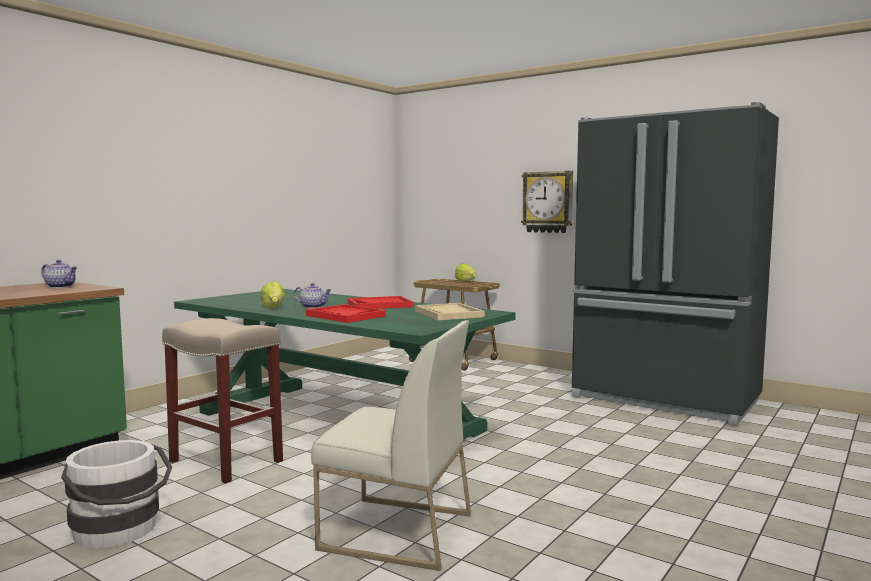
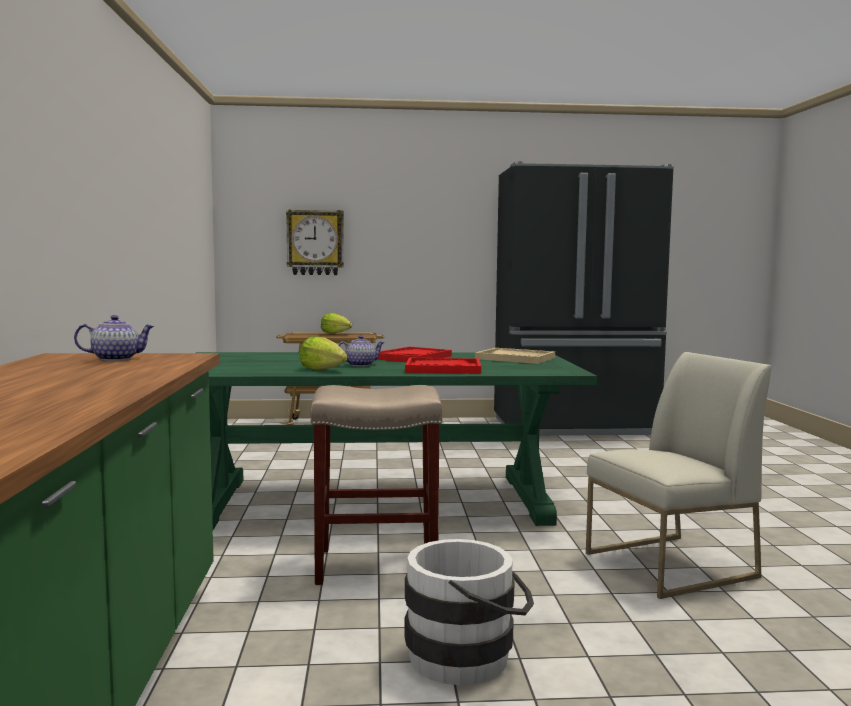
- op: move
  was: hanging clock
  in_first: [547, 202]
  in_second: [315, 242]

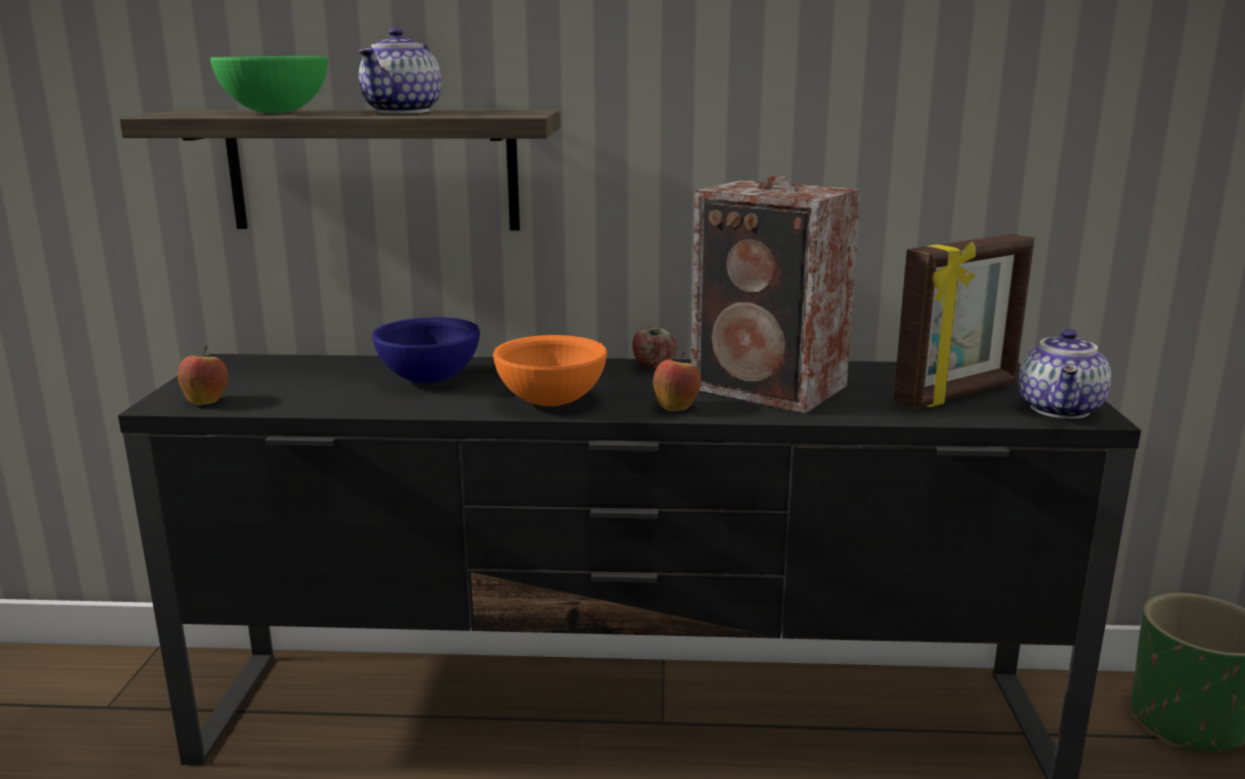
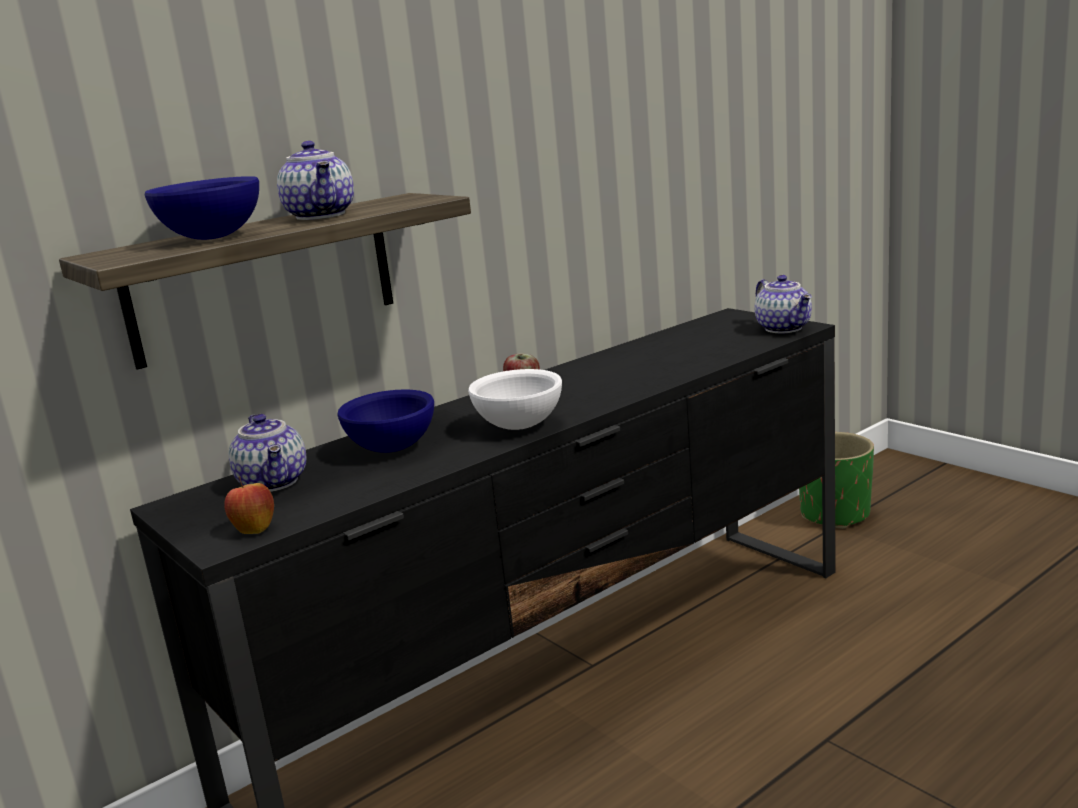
- op: recolor
  was: deep dish/green-coloured
  now: deep dish/bluish
  in_first: [269, 84]
  in_second: [202, 208]
- op: recolor
  was: deep dish/orangey
  now: deep dish/whitish
  in_first: [550, 370]
  in_second: [515, 399]
- op: delete
  was: whole apple
  in_first: [677, 381]
- op: delete
  was: audio speaker
  in_first: [776, 294]
- op: delete
  was: standing frame
  in_first: [964, 321]
- op: insert
  now: tea pot
  in_second: [268, 453]

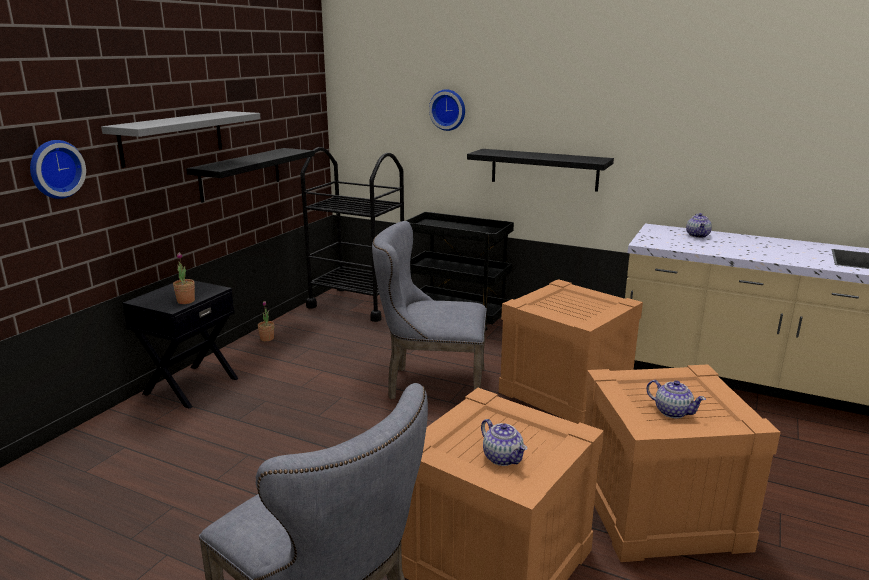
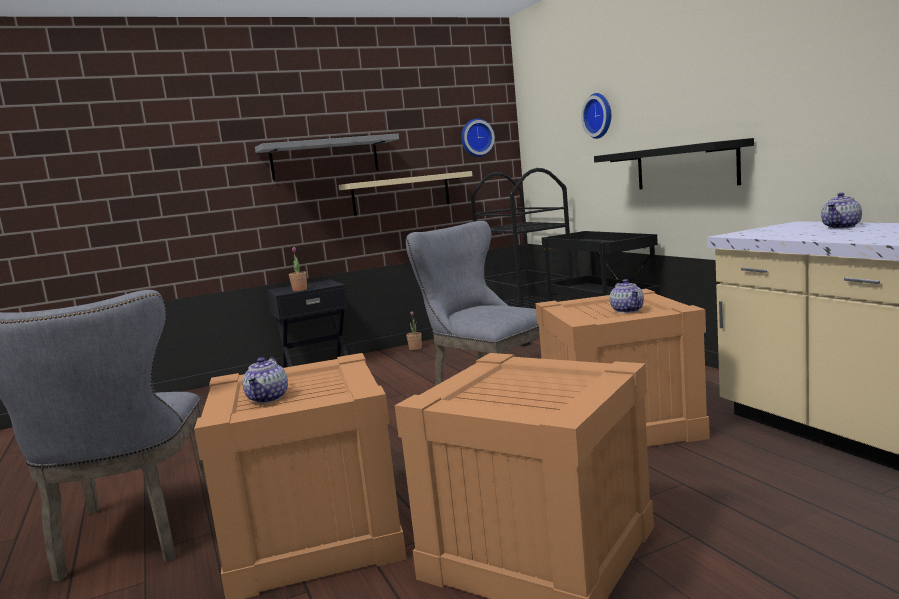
- op: move
  was: hanging clock
  in_first: [58, 169]
  in_second: [478, 138]
- op: recolor
  was: bracket shelf/black-coloured
  now: bracket shelf/beige-coloured
  in_first: [250, 175]
  in_second: [405, 193]
- op: move
  was: tea pot
  in_first: [676, 399]
  in_second: [627, 296]

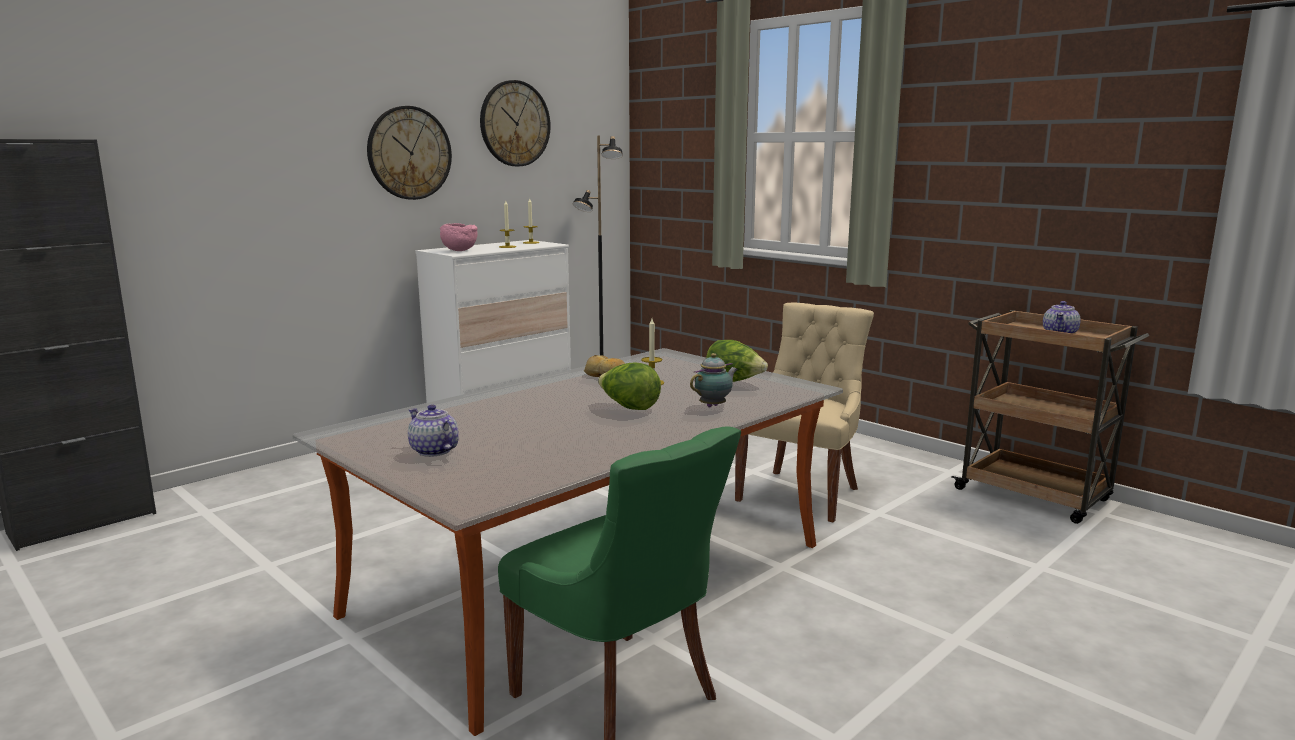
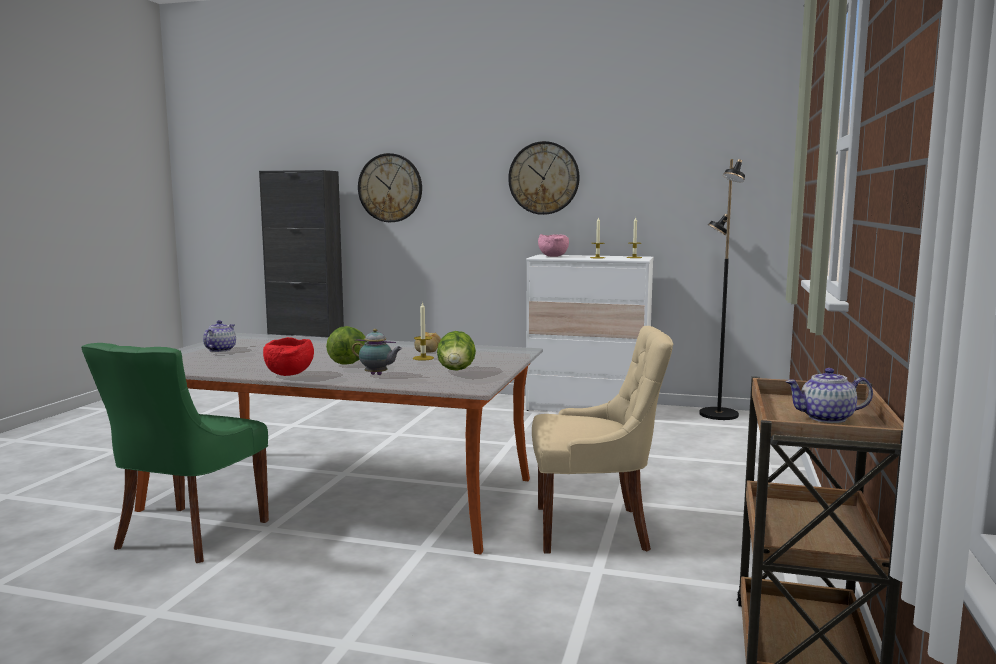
- op: move
  was: hanging clock
  in_first: [515, 123]
  in_second: [390, 187]
- op: insert
  now: deep dish/red
  in_second: [288, 356]

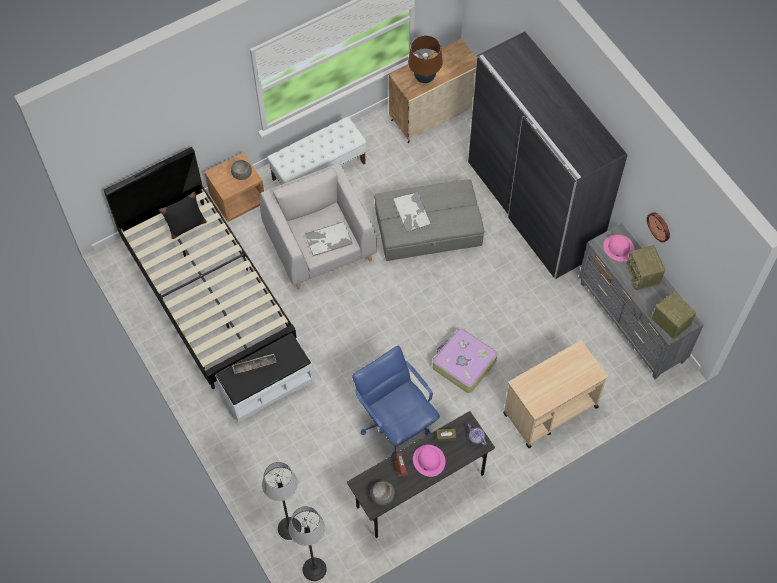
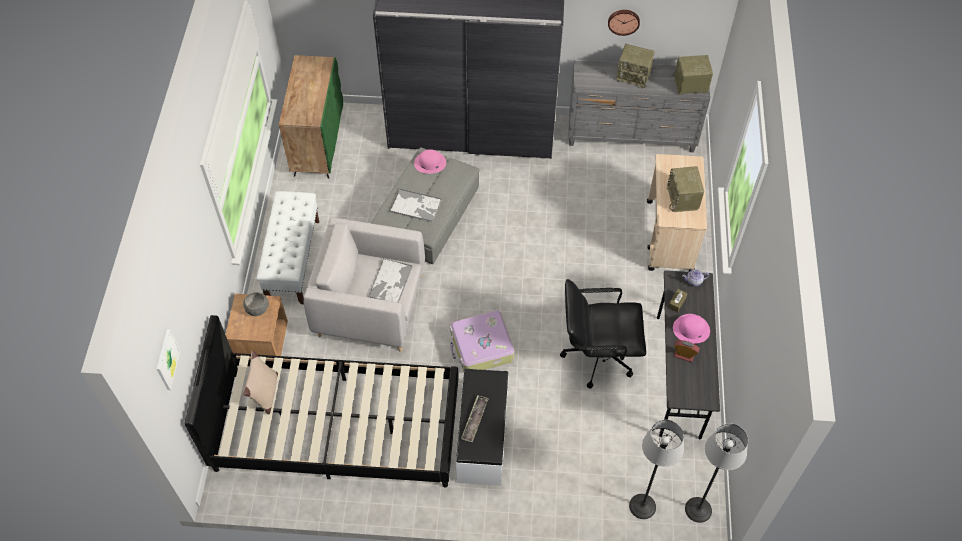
- op: recolor
  was: pillow/black-coloured
  now: pillow/beige-coloured
  in_first: [183, 215]
  in_second: [260, 382]
- op: recolor
  was: computer chair/bluish
  now: computer chair/black-coloured
  in_first: [396, 400]
  in_second: [603, 334]
- op: delete
  was: deep dish/grey
  in_first: [383, 493]
- op: recolor
  was: storage cabinet/beige-coloured
  now: storage cabinet/green-coloured
  in_first: [433, 91]
  in_second: [311, 117]
- op: delete
  was: table lamp/brown
  in_first: [425, 59]
- op: move
  was: suitcase
  in_first: [465, 361]
  in_second: [482, 341]
- op: move
  was: clothing hat/pinkish
  in_first: [618, 248]
  in_second: [430, 161]
- op: insert
  now: picture
  in_second: [168, 359]
- op: insert
  now: radio receiver
  in_second: [685, 189]

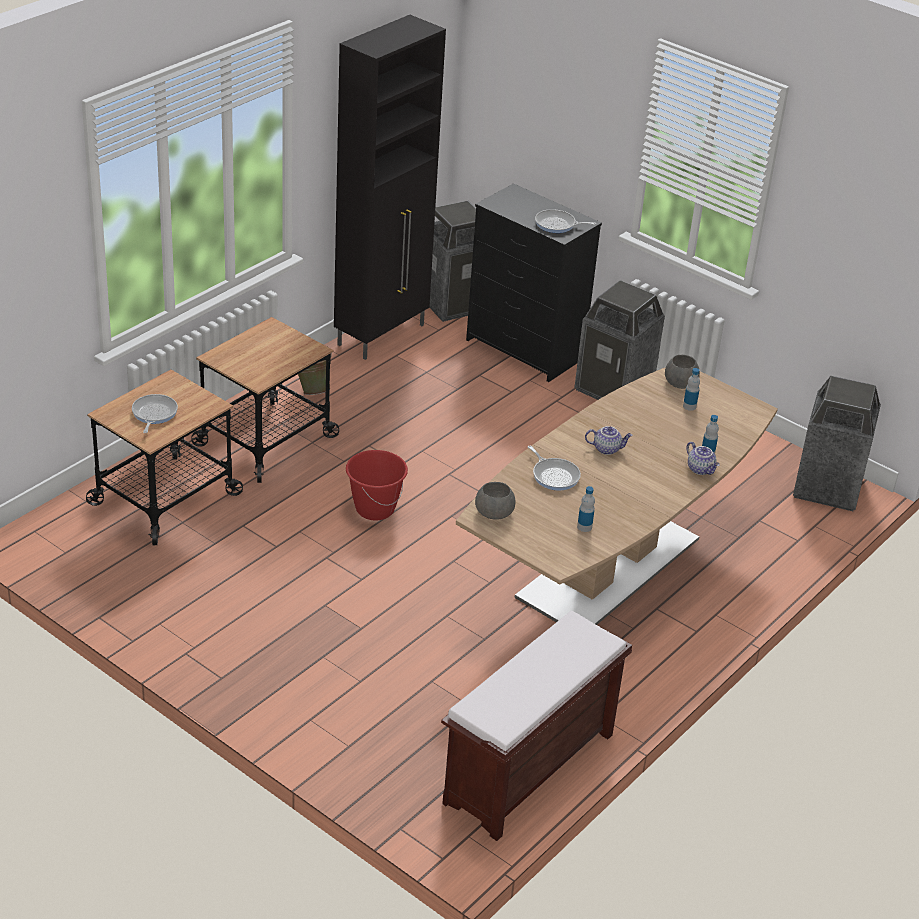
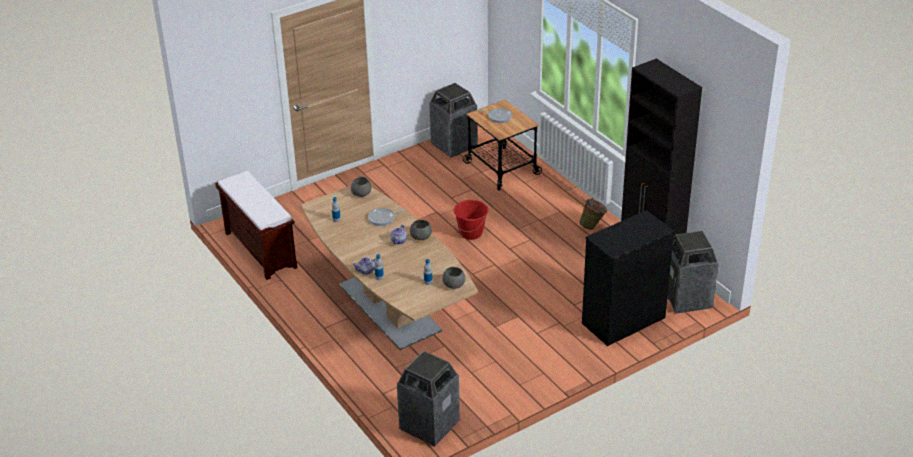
- op: delete
  was: trolley
  in_first: [265, 400]
- op: delete
  was: pan
  in_first: [565, 221]
- op: move
  was: rubbish bin
  in_first: [619, 340]
  in_second: [453, 120]
- op: insert
  now: deep dish/grey
  in_second: [421, 230]

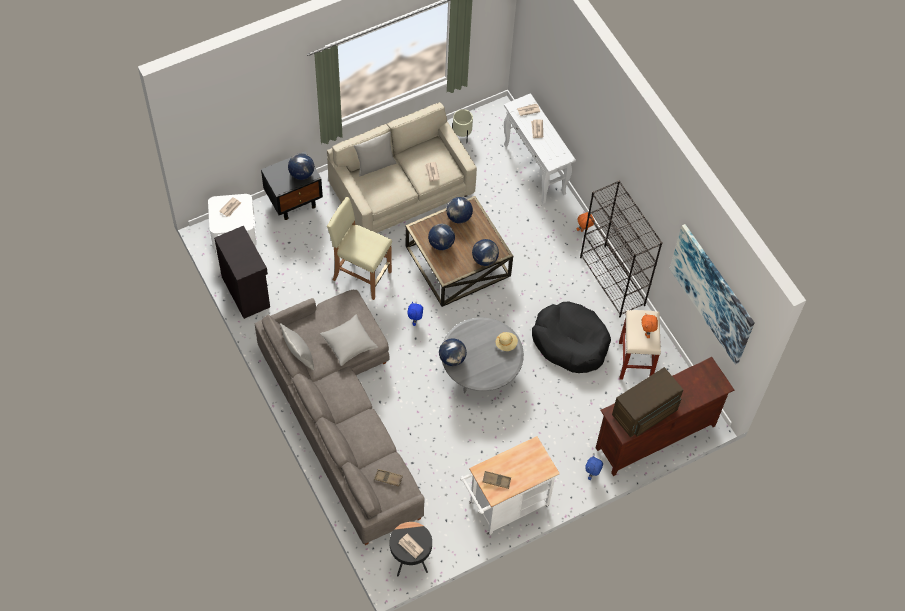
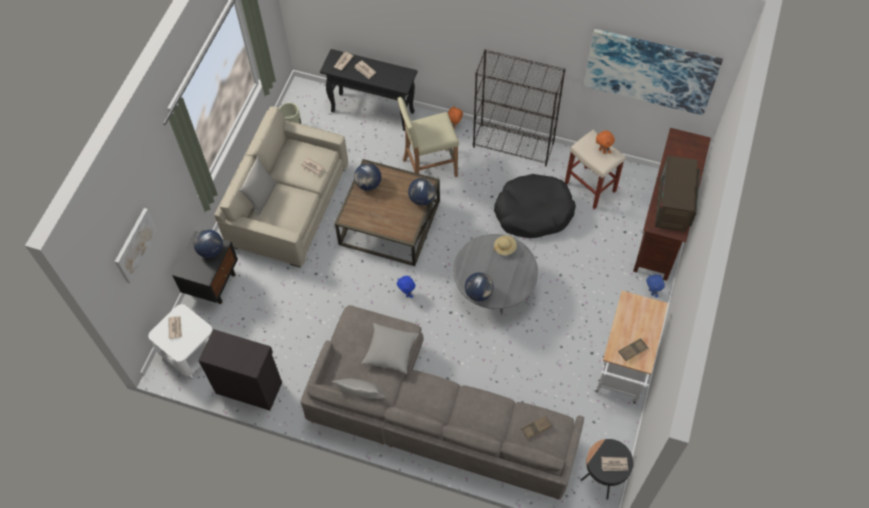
- op: move
  was: stool seat/beige-coloured
  in_first: [359, 248]
  in_second: [428, 137]
- op: delete
  was: desk globe
  in_first: [441, 237]
- op: recolor
  was: console table/whitish
  now: console table/black-coloured
  in_first: [540, 148]
  in_second: [368, 90]
- op: insert
  now: picture
  in_second: [136, 245]

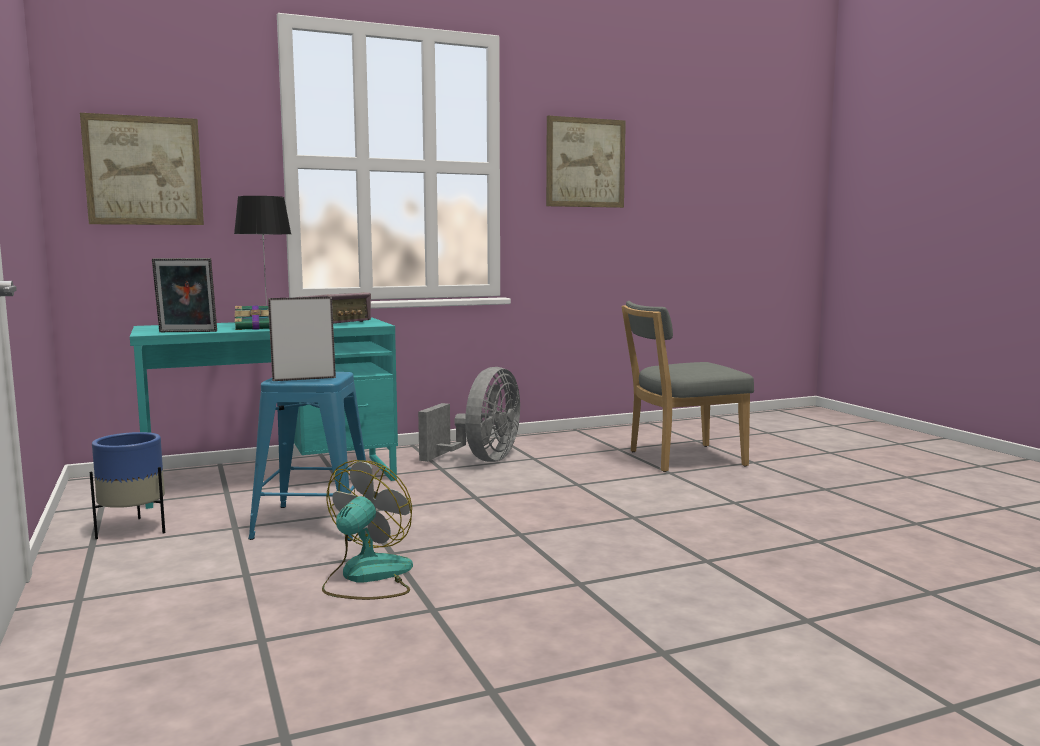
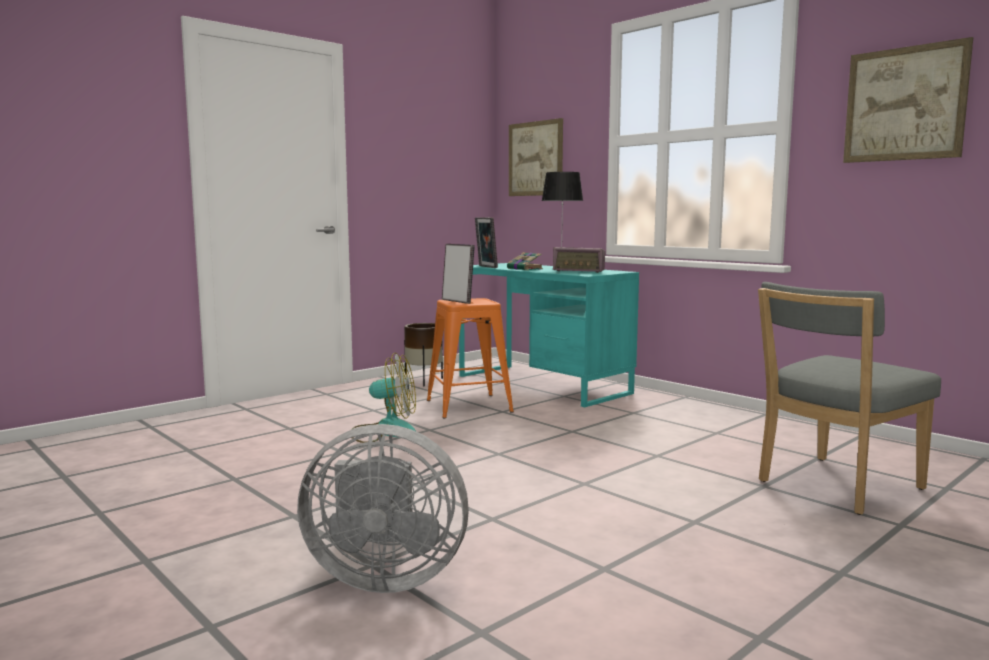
- op: recolor
  was: flower pot/bluish
  now: flower pot/brown
  in_first: [127, 485]
  in_second: [423, 355]
- op: recolor
  was: stool seat/bluish
  now: stool seat/orangey
  in_first: [307, 456]
  in_second: [470, 358]
- op: move
  was: fan/grey
  in_first: [469, 414]
  in_second: [383, 508]
- op: rotate
  was: chair/grey
  in_first: [687, 386]
  in_second: [849, 398]
  clockwise: -90

